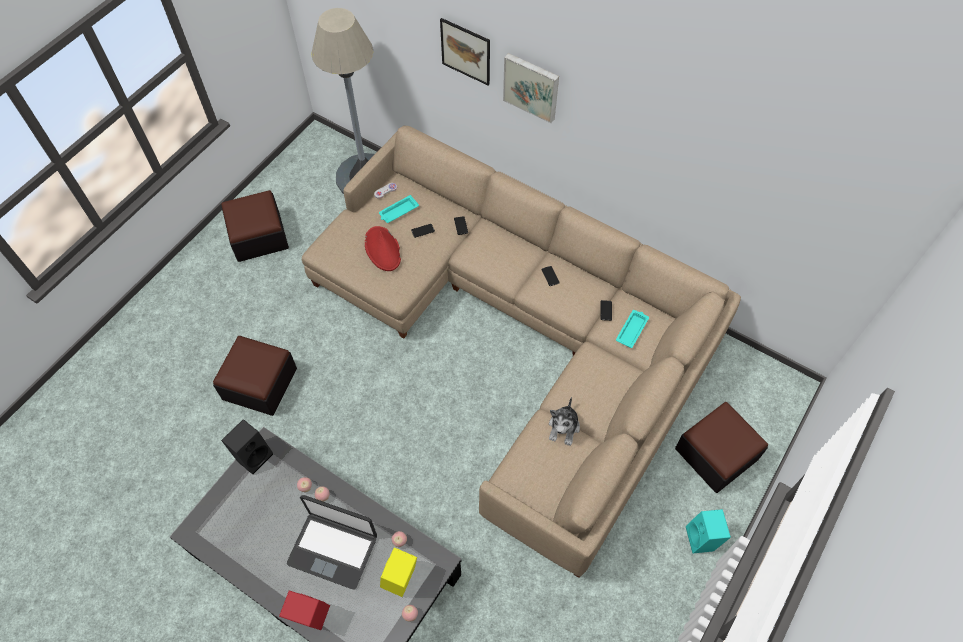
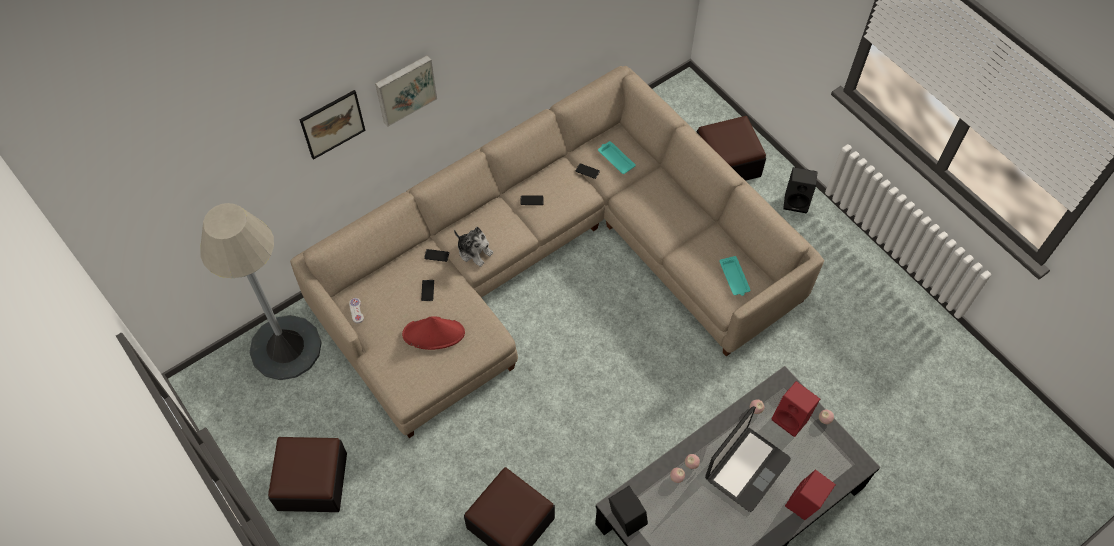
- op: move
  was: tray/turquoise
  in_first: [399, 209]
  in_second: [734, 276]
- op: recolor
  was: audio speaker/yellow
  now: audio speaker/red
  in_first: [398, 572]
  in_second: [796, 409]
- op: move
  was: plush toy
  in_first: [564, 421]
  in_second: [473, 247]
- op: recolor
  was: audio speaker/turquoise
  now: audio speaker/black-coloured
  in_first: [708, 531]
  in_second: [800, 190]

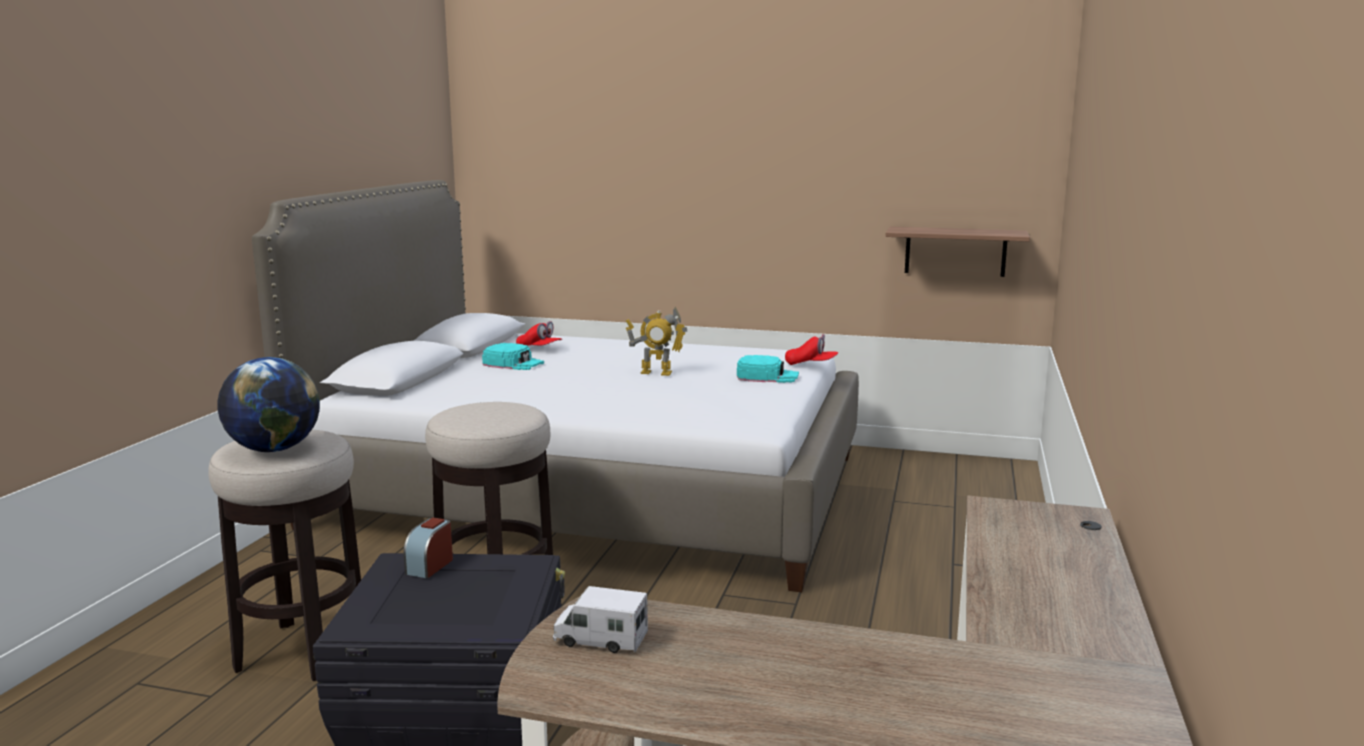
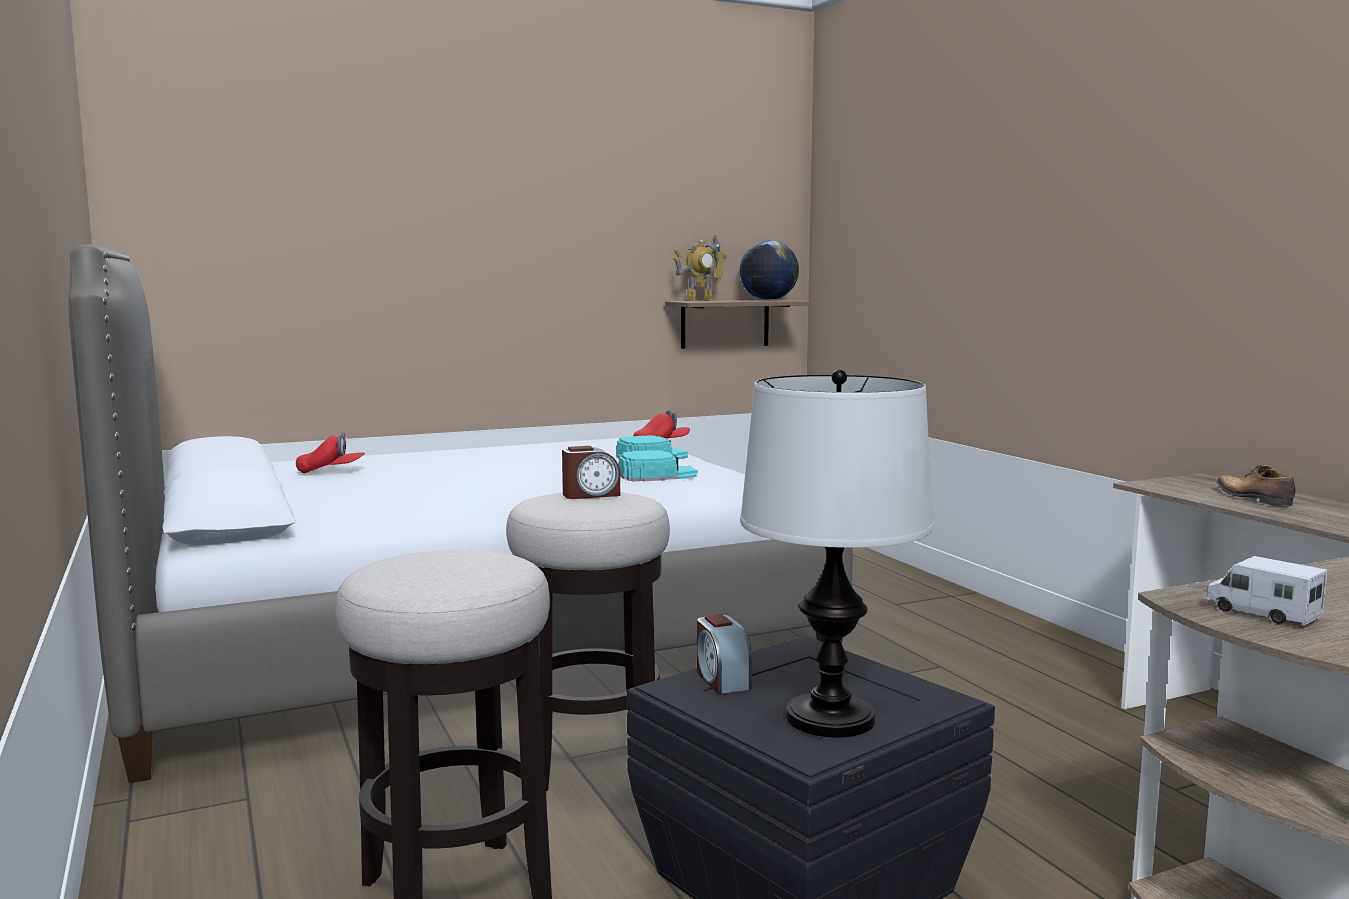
- op: move
  was: desk globe
  in_first: [268, 404]
  in_second: [769, 270]
- op: move
  was: peaked cap/turquoise
  in_first: [513, 356]
  in_second: [658, 466]
- op: rotate
  was: model truck
  in_first: [600, 619]
  in_second: [1266, 590]
  clockwise: 75
- op: move
  was: toy robot
  in_first: [656, 341]
  in_second: [700, 268]
- op: insert
  now: bedside clock
  in_second: [591, 472]
- op: insert
  now: table lamp
  in_second: [836, 553]
- op: insert
  now: low shoe
  in_second: [1256, 485]

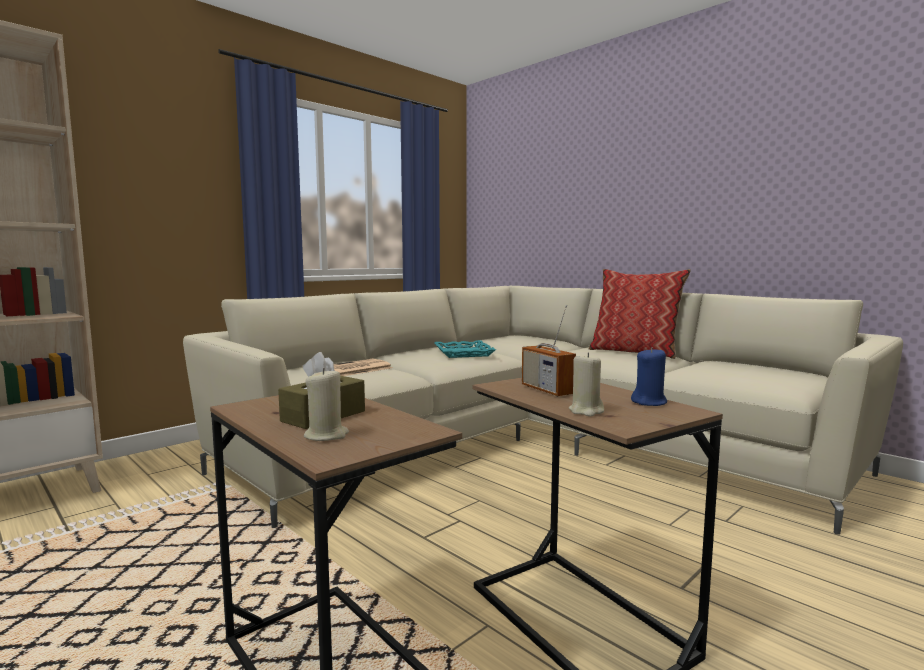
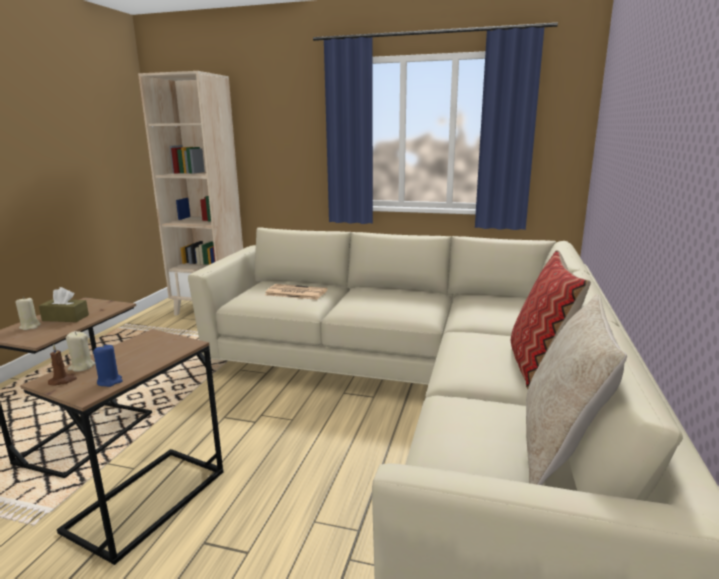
- op: delete
  was: tray/turquoise
  in_first: [465, 349]
- op: delete
  was: radio receiver
  in_first: [549, 351]
- op: insert
  now: candle/brown
  in_second: [62, 365]
- op: insert
  now: pillow/beige-coloured
  in_second: [576, 389]

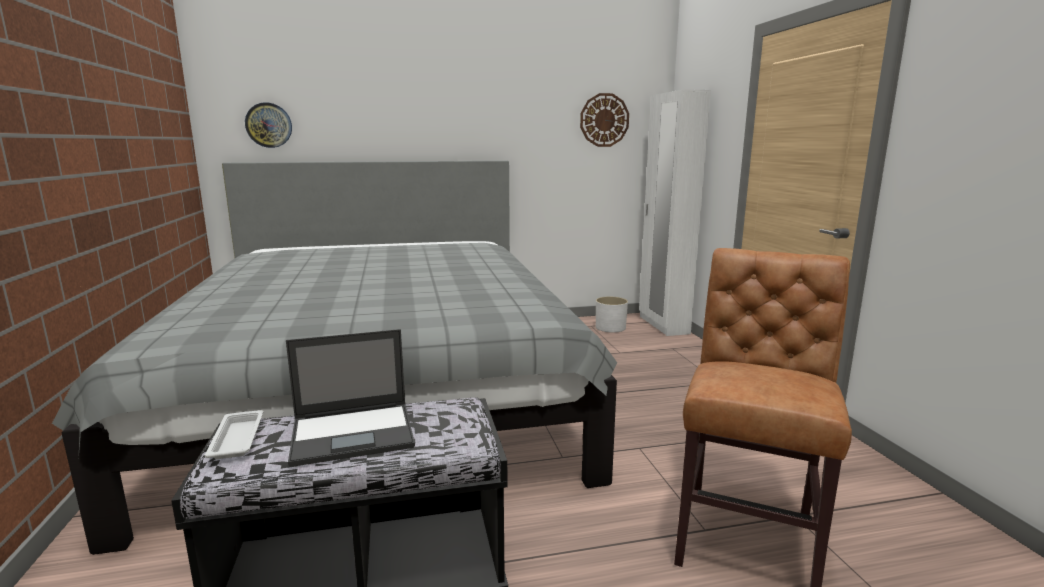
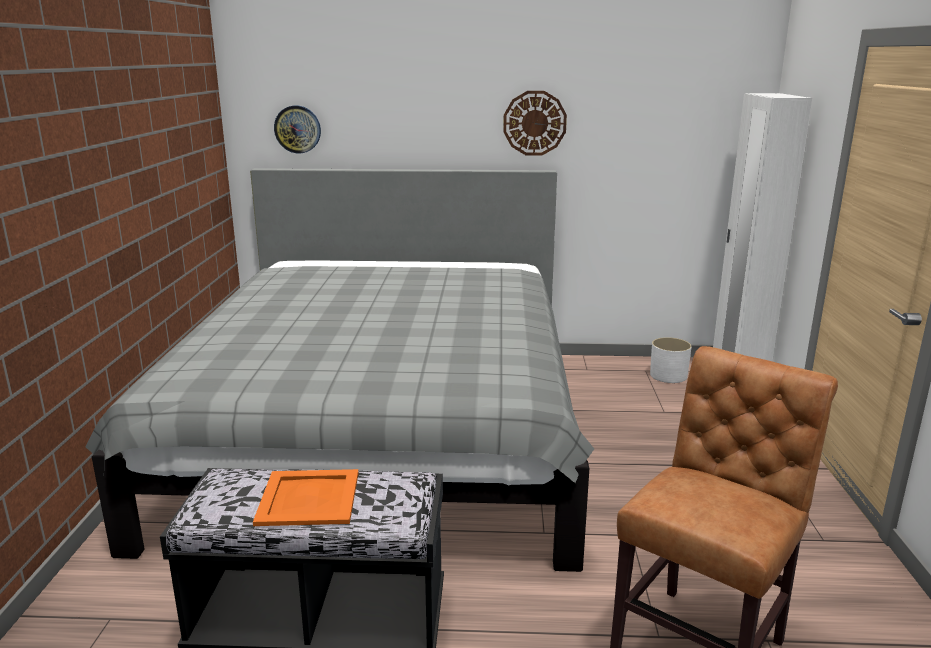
- op: delete
  was: tray/whitish
  in_first: [234, 434]
- op: replace
  was: notebook computer
  now: tray/orangey
  in_first: [350, 398]
  in_second: [306, 497]
- op: move
  was: hanging clock
  in_first: [604, 120]
  in_second: [535, 123]

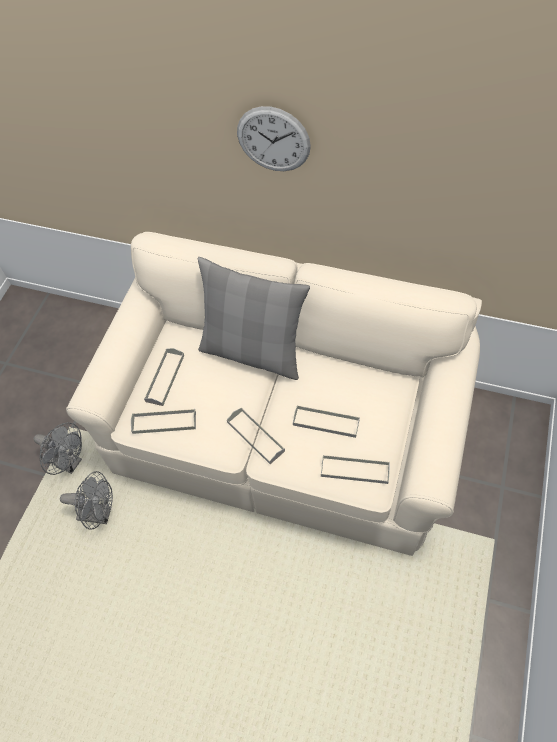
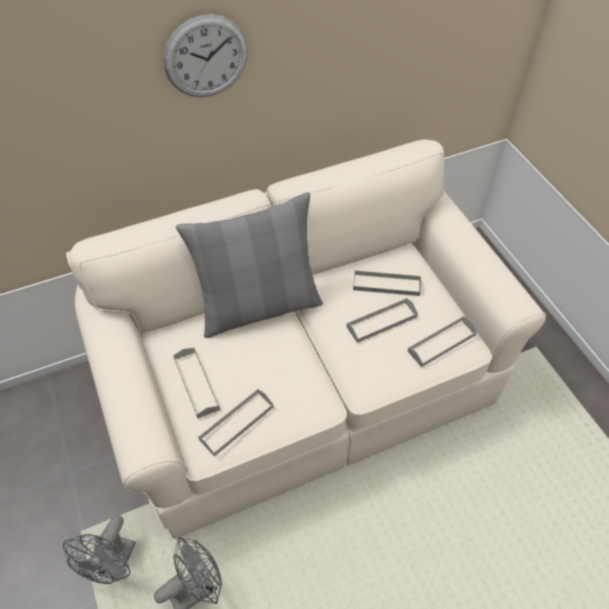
- op: rotate
  was: fan/grey
  in_first: [58, 448]
  in_second: [99, 549]
  clockwise: 120
- op: move
  was: tray/grey
  in_first: [256, 435]
  in_second: [387, 283]

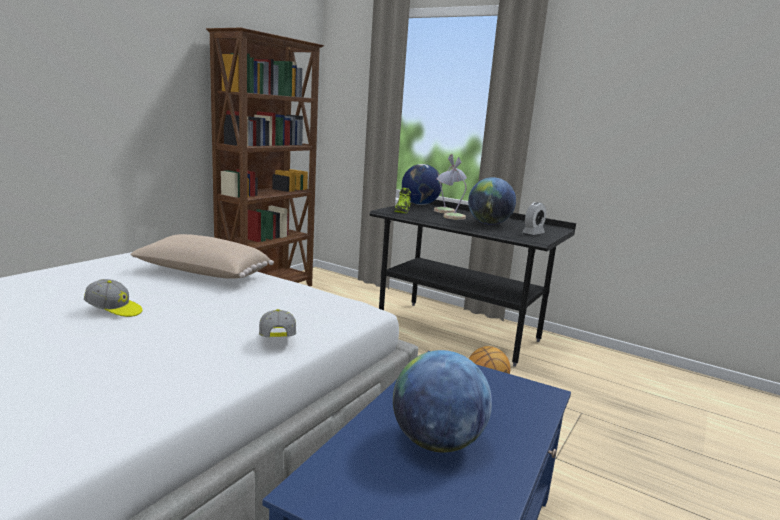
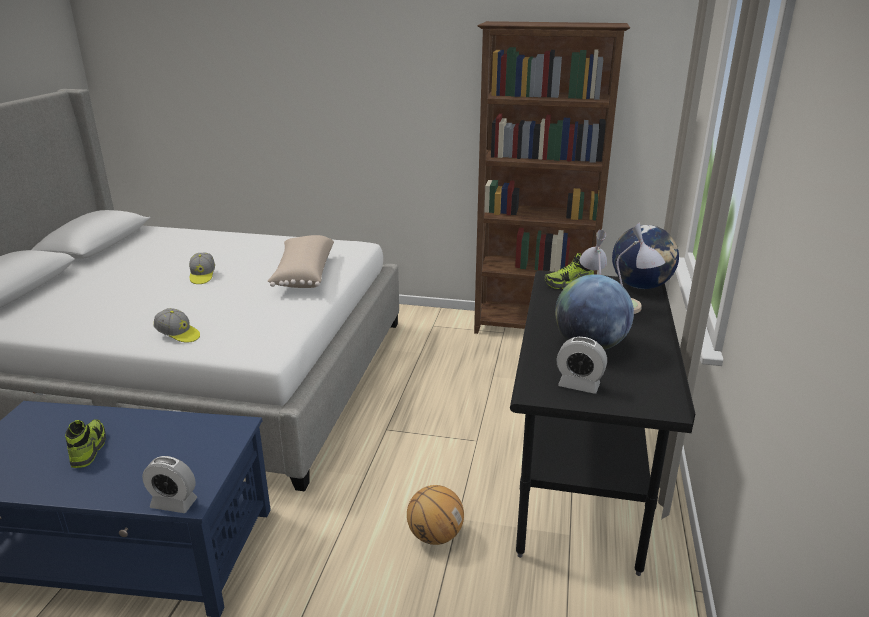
- op: rotate
  was: peaked cap
  in_first: [277, 323]
  in_second: [176, 325]
  clockwise: 60
- op: replace
  was: desk globe
  now: low shoe
  in_first: [442, 401]
  in_second: [85, 443]
- op: insert
  now: bedside clock
  in_second: [169, 484]

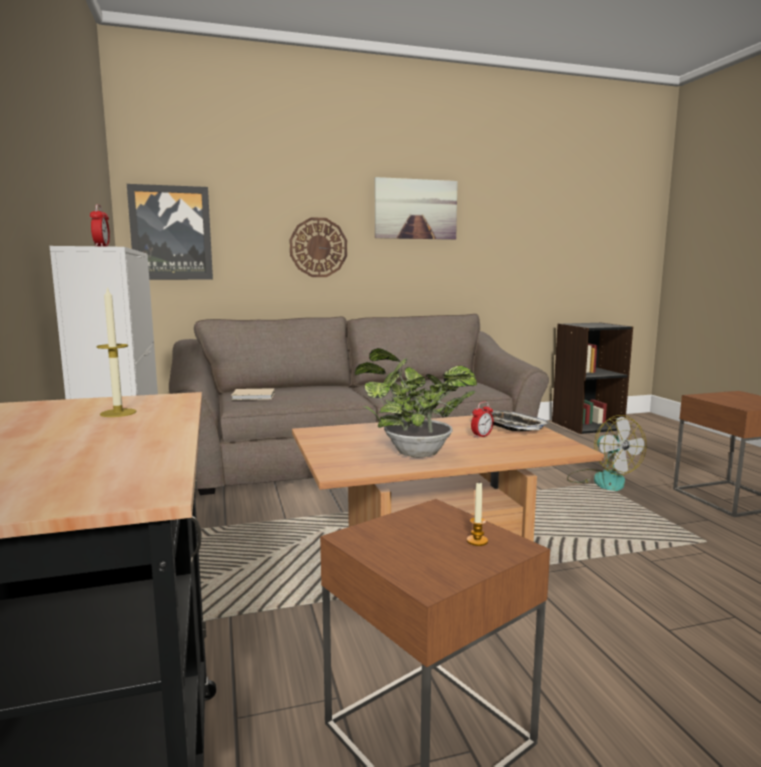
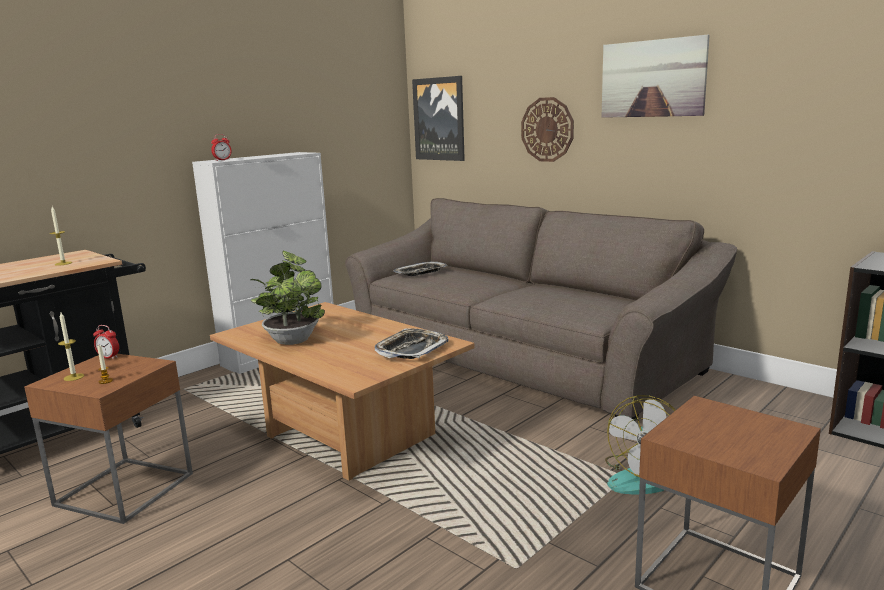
- op: replace
  was: book/beige-coloured
  now: tray
  in_first: [253, 394]
  in_second: [420, 268]
- op: move
  was: bedside clock
  in_first: [482, 420]
  in_second: [106, 342]
- op: insert
  now: candle
  in_second: [71, 347]

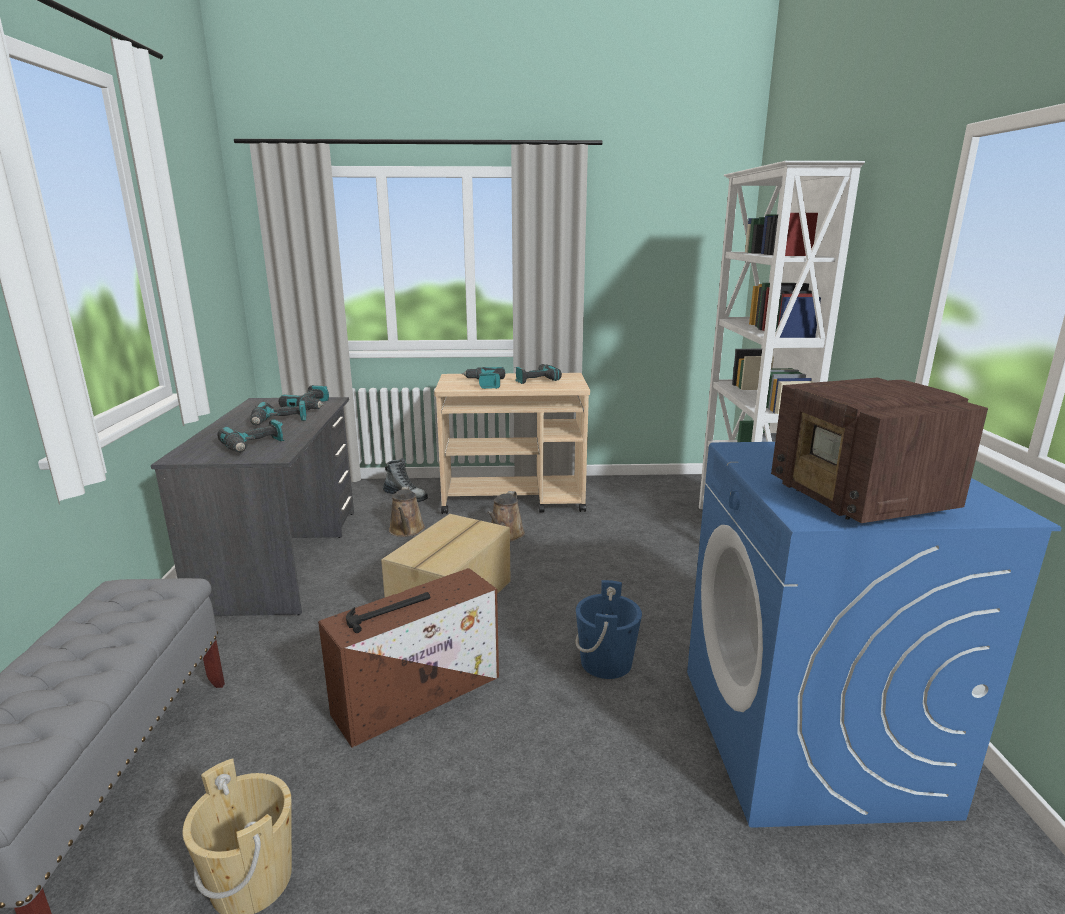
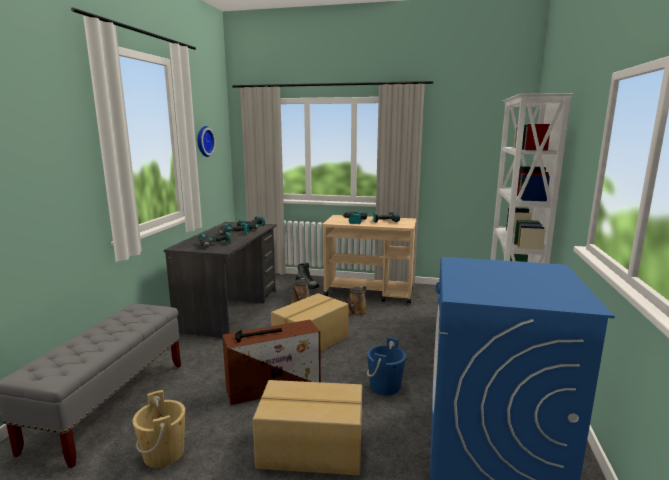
- op: delete
  was: radio receiver
  in_first: [879, 450]
- op: insert
  now: hanging clock
  in_second: [206, 141]
- op: insert
  now: packing box
  in_second: [307, 427]

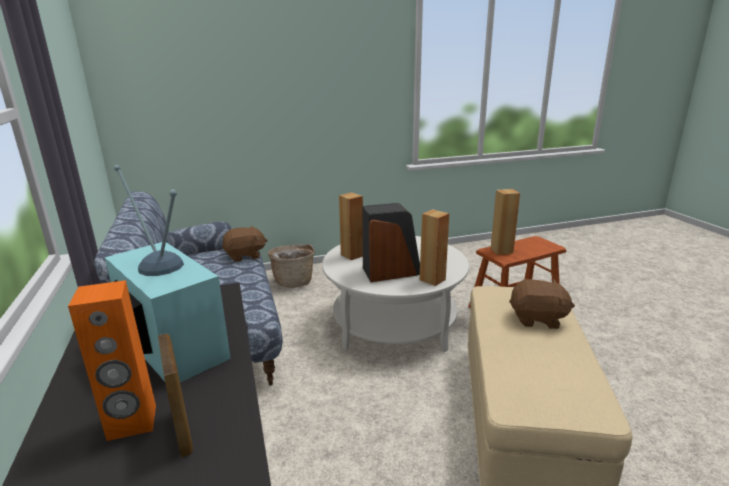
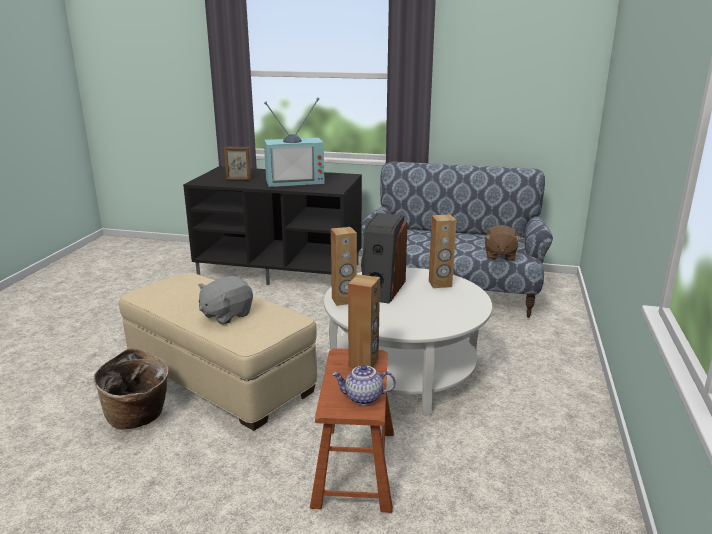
- op: delete
  was: audio speaker/orangey
  in_first: [112, 360]
- op: move
  was: basket
  in_first: [291, 266]
  in_second: [131, 389]
- op: recolor
  was: plush toy/brown
  now: plush toy/grey
  in_first: [542, 304]
  in_second: [225, 300]
- op: insert
  now: tea pot
  in_second: [364, 385]

